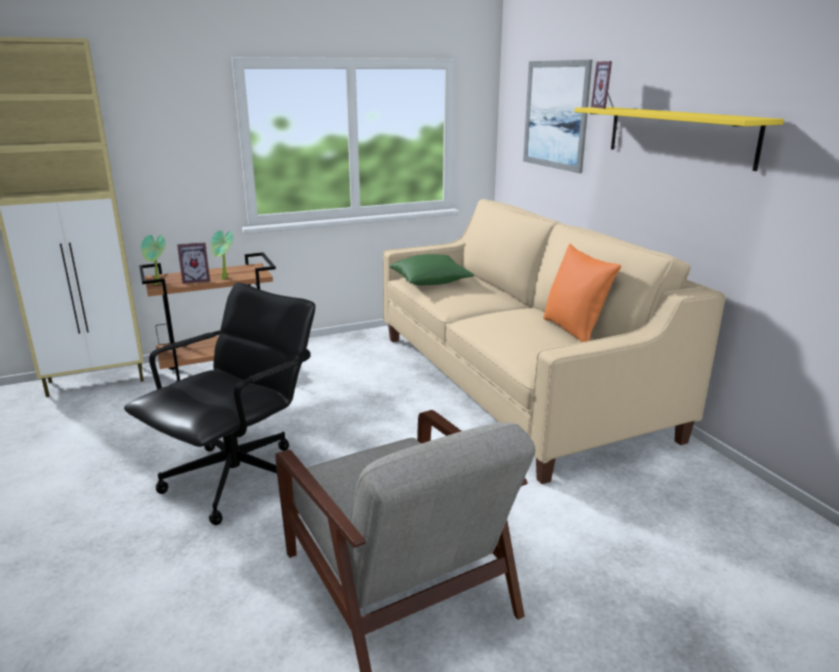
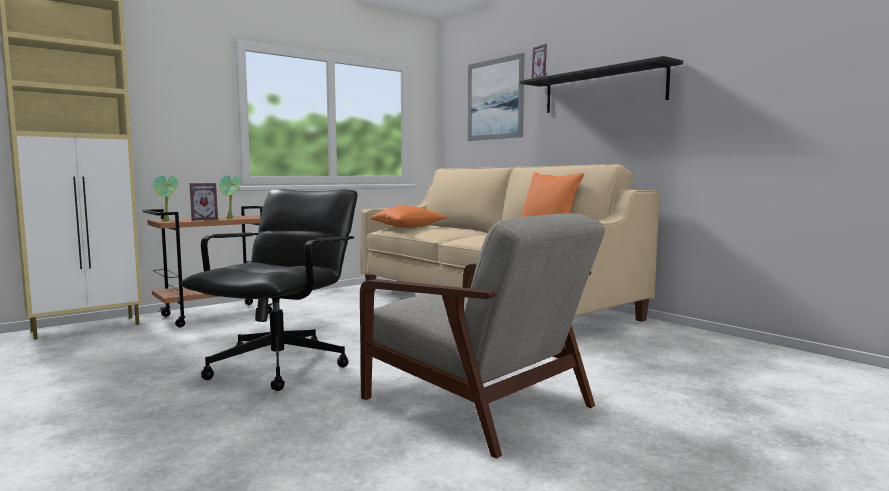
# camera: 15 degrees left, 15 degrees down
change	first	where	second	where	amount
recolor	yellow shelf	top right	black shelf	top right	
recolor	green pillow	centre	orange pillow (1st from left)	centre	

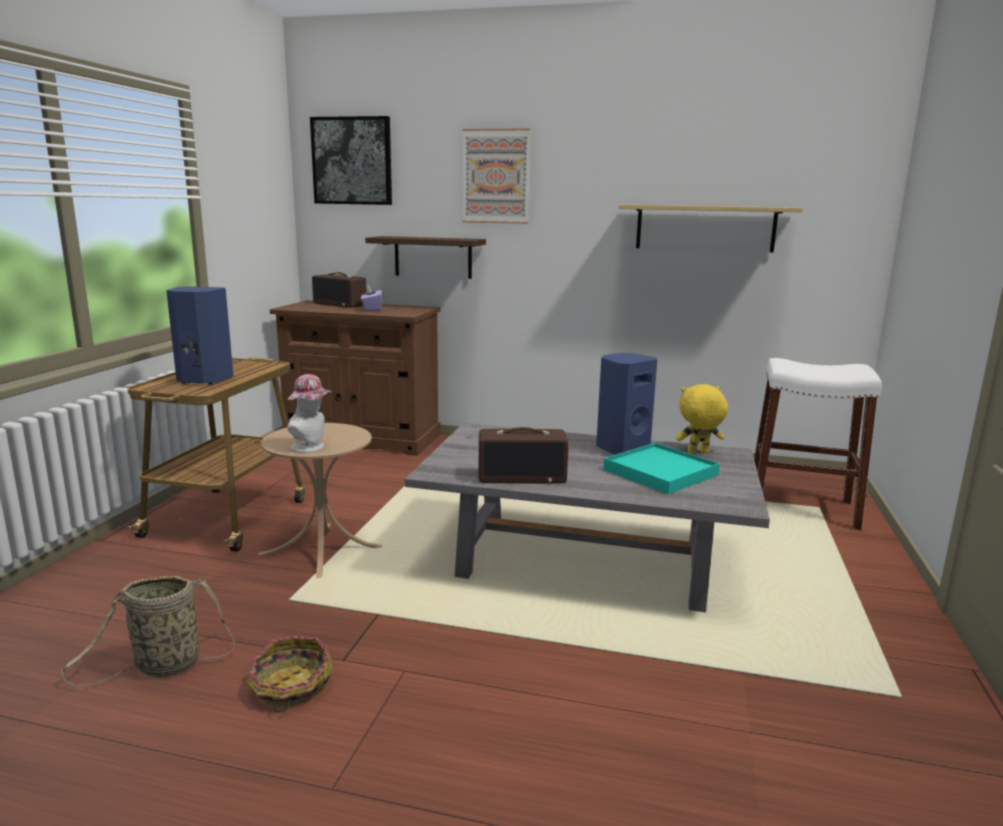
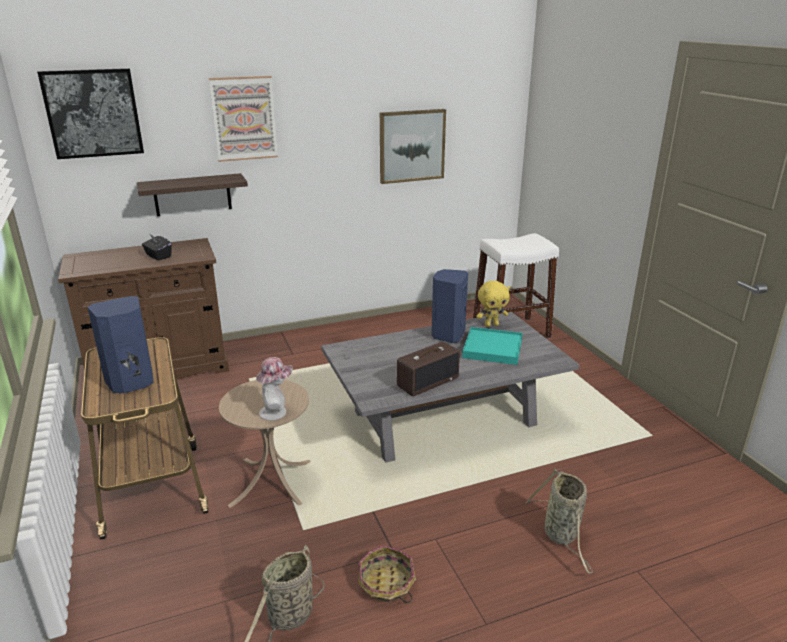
# camera: 35 degrees left, 10 degrees up
change	first	where	second	where	amount
replace	shelf (2nd from left)	top right	picture (3rd from left)	top centre	
delete	radio (1st from left)	centre			
recolor	purple tissue box	centre	black tissue box	middle left	
rotate	yellow plush toy	middle right		centre	150 degrees counterclockwise
insert			basket (3rd from left)	bottom right	

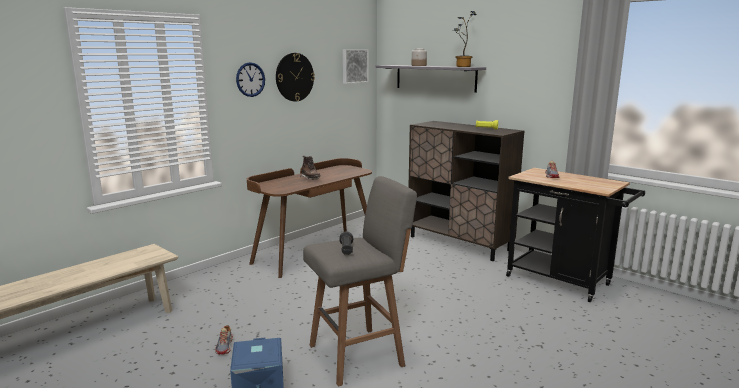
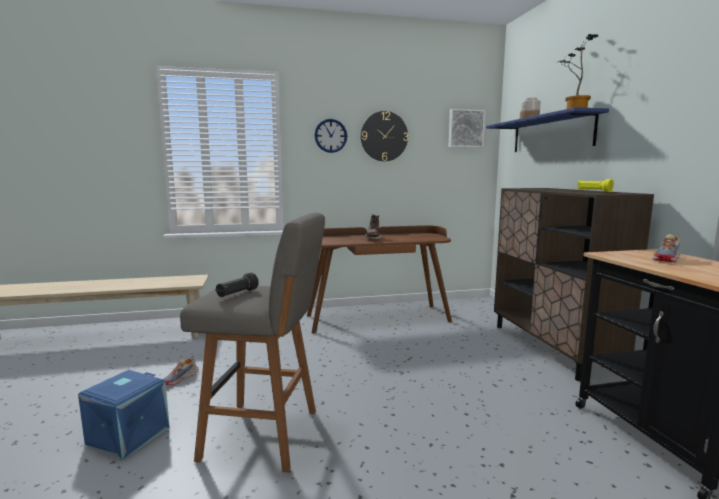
# camera: 35 degrees right, 5 degrees down
change	first	where	second	where	amount
recolor	grey shelf	top centre	blue shelf	top right	

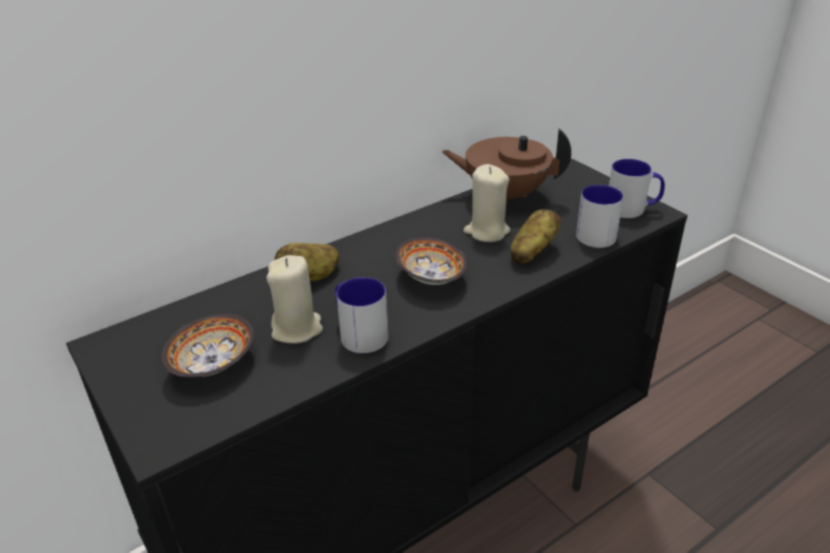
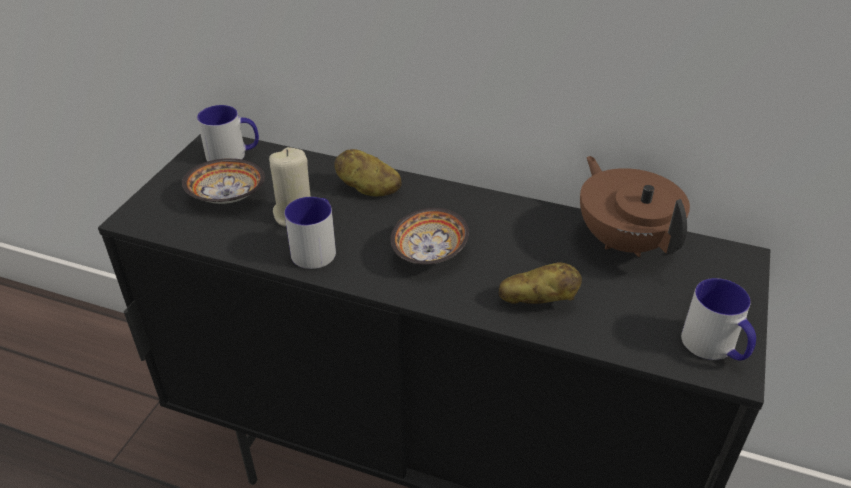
# camera: 55 degrees right, 5 degrees up
change	first	where	second	where	amount
delete	beige candle (2nd from left)	centre			
move	mug (2nd from left in the first image)	middle right	mug (1st from left)	top left	

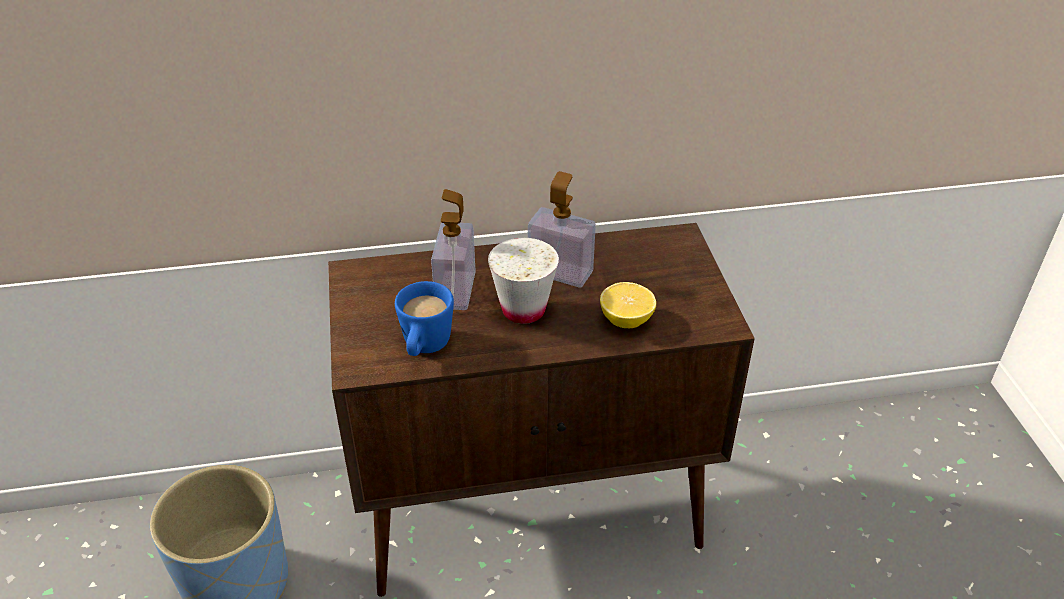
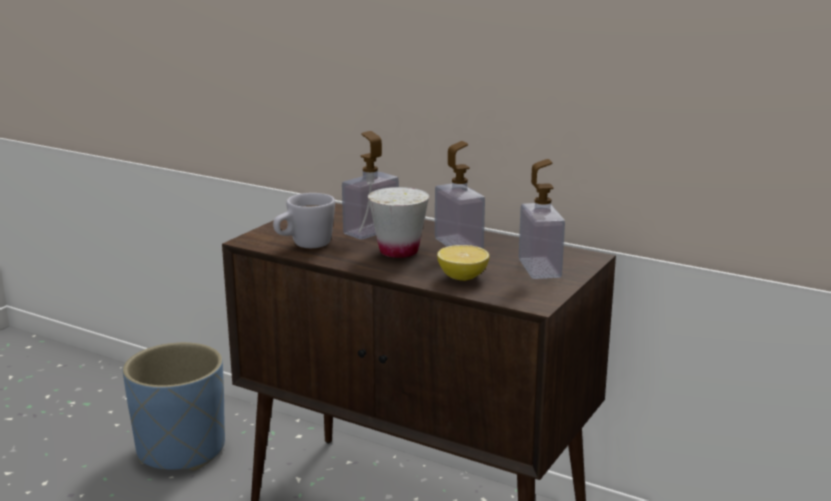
# camera: 40 degrees right, 20 degrees down
change	first	where	second	where	amount
recolor	blue mug	centre	white mug	centre	
insert			soap dispenser (3rd from left)	centre	

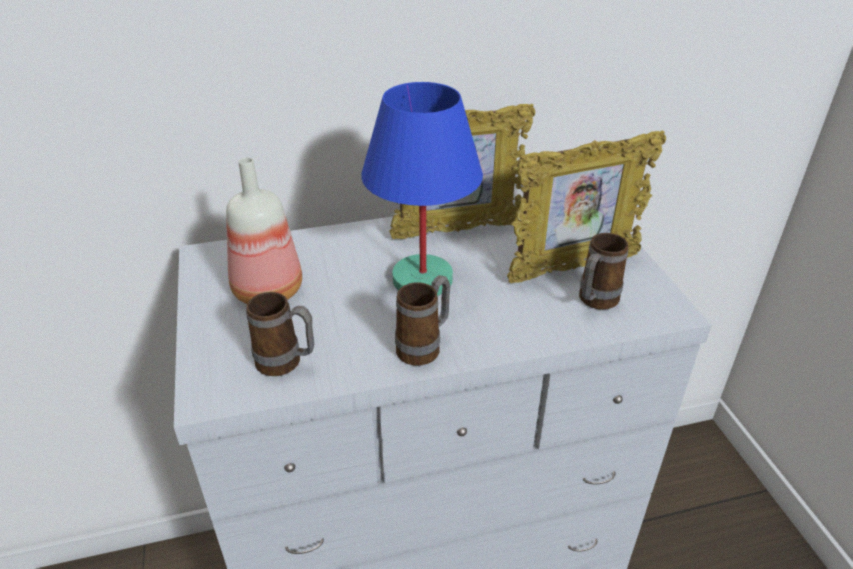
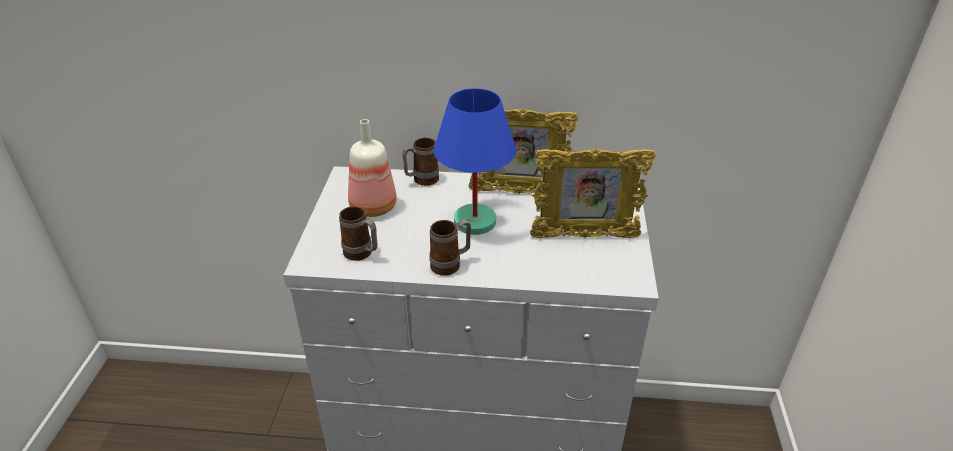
# camera: 20 degrees right, 0 degrees up
change	first	where	second	where	amount
move	mug (3rd from left in the first image)	middle right	mug (2nd from left)	centre	

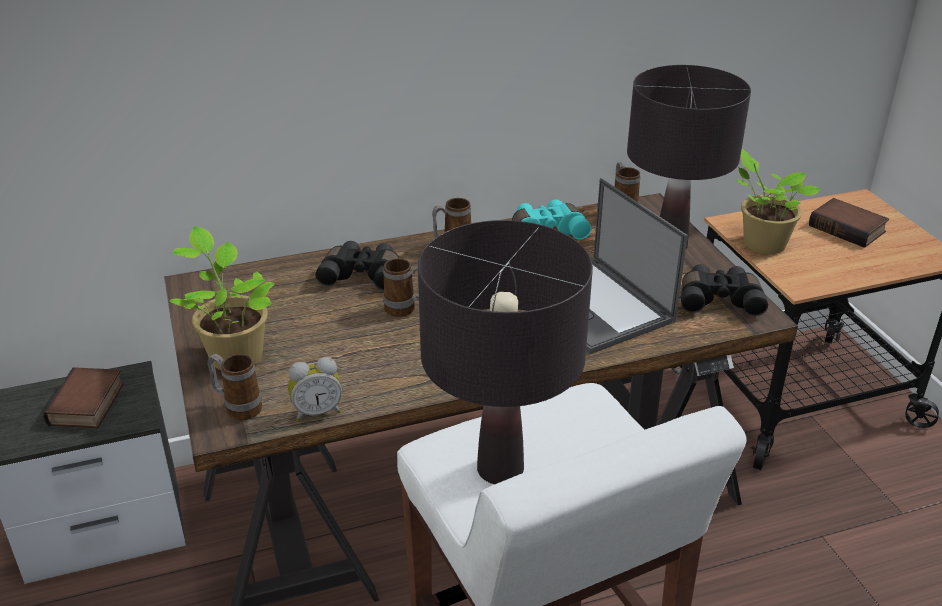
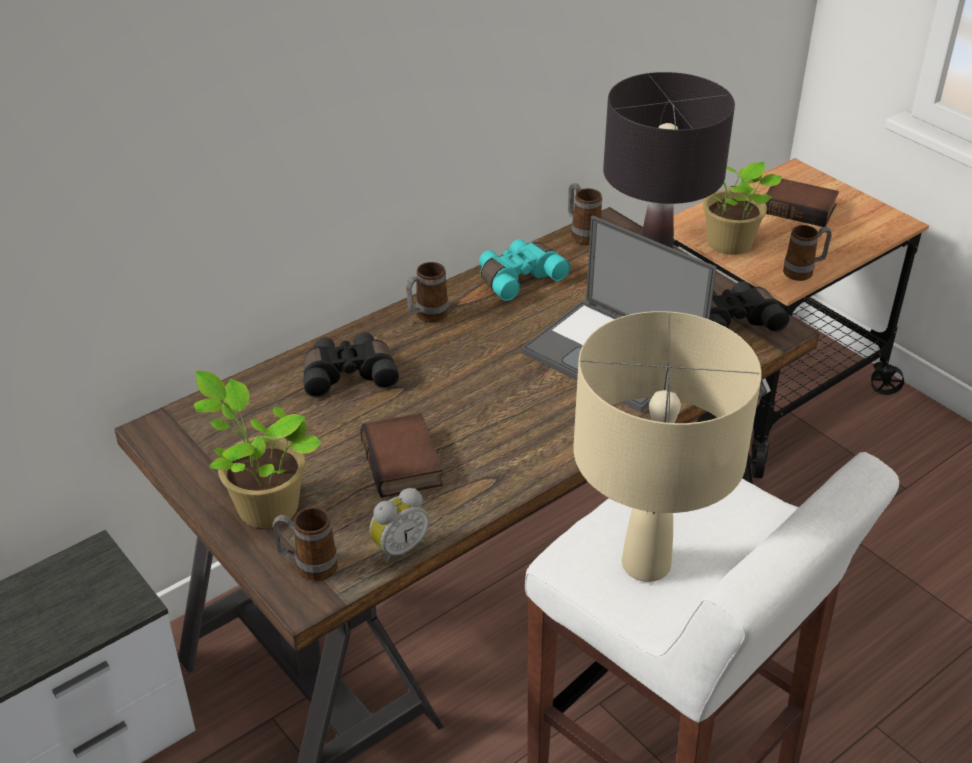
# camera: 20 degrees left, 5 degrees up
change	first	where	second	where	amount
recolor	black table lamp (1st from left)	centre	beige table lamp	middle right	
move	mug (2nd from left in the first image)	centre	mug (4th from left)	top right	
move	book (1st from left)	middle left		centre	

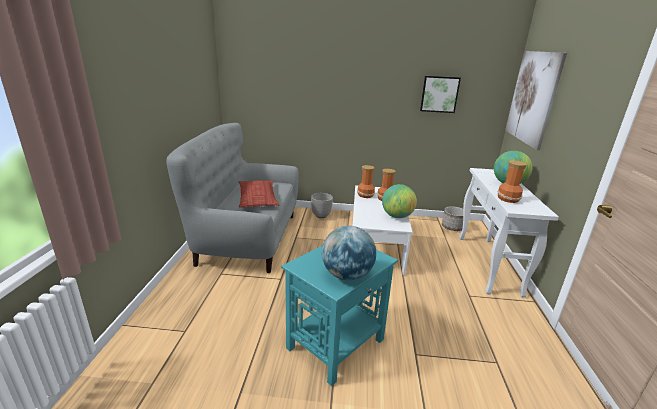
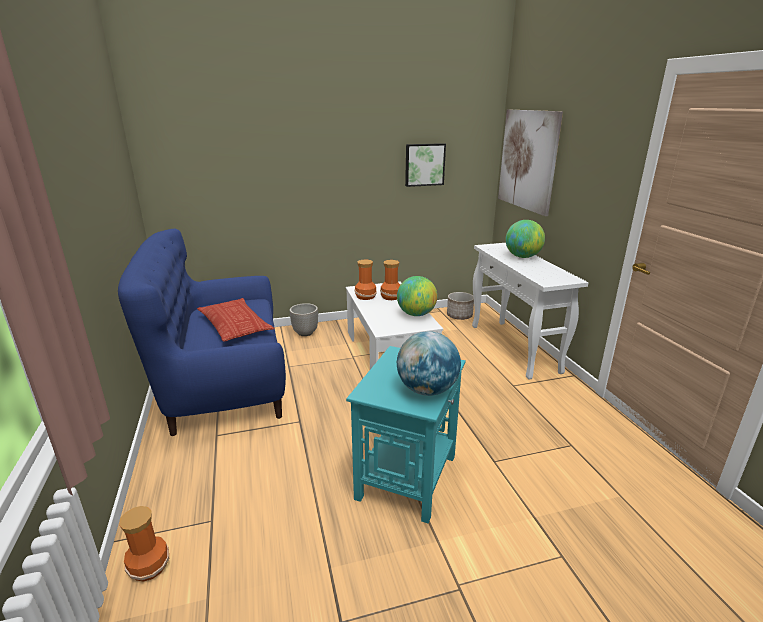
# camera: 20 degrees left, 0 degrees up
change	first	where	second	where	amount
recolor	grey sofa	centre	blue sofa	middle left	
move	vase (3rd from left in the first image)	middle right	vase (1st from left)	bottom left	

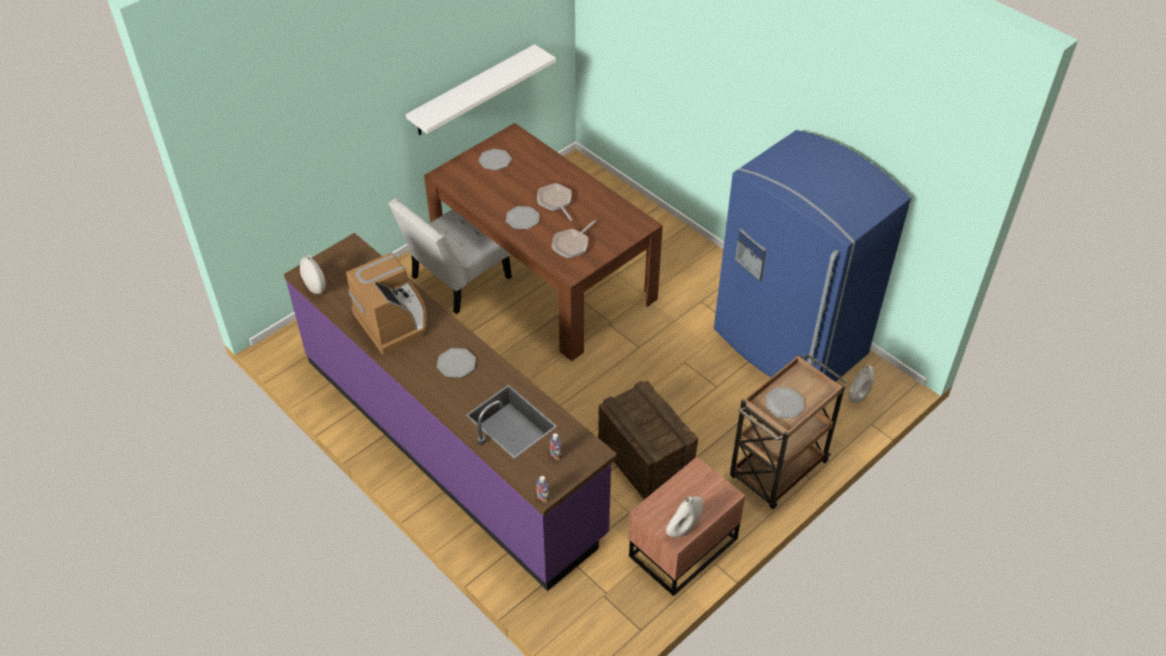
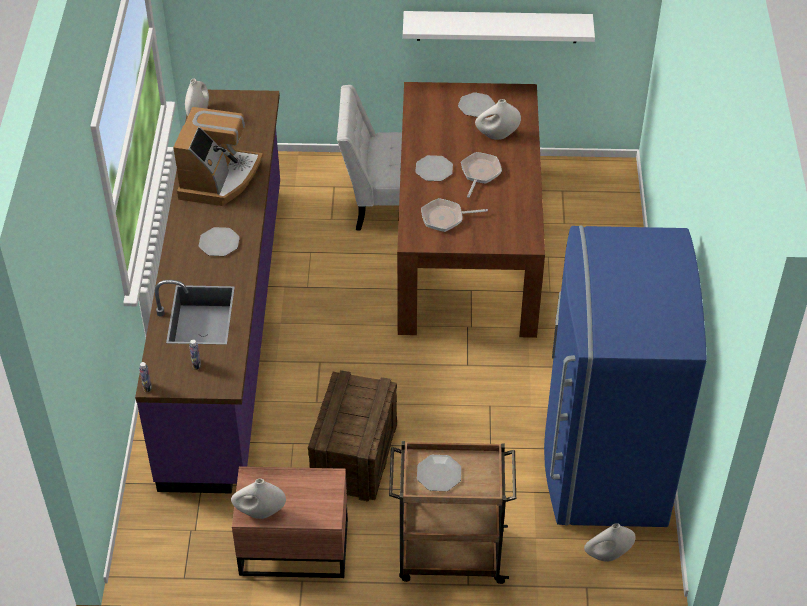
# camera: 45 degrees right, 0 degrees up
change	first	where	second	where	amount
insert			white vase (3rd from left)	top centre	

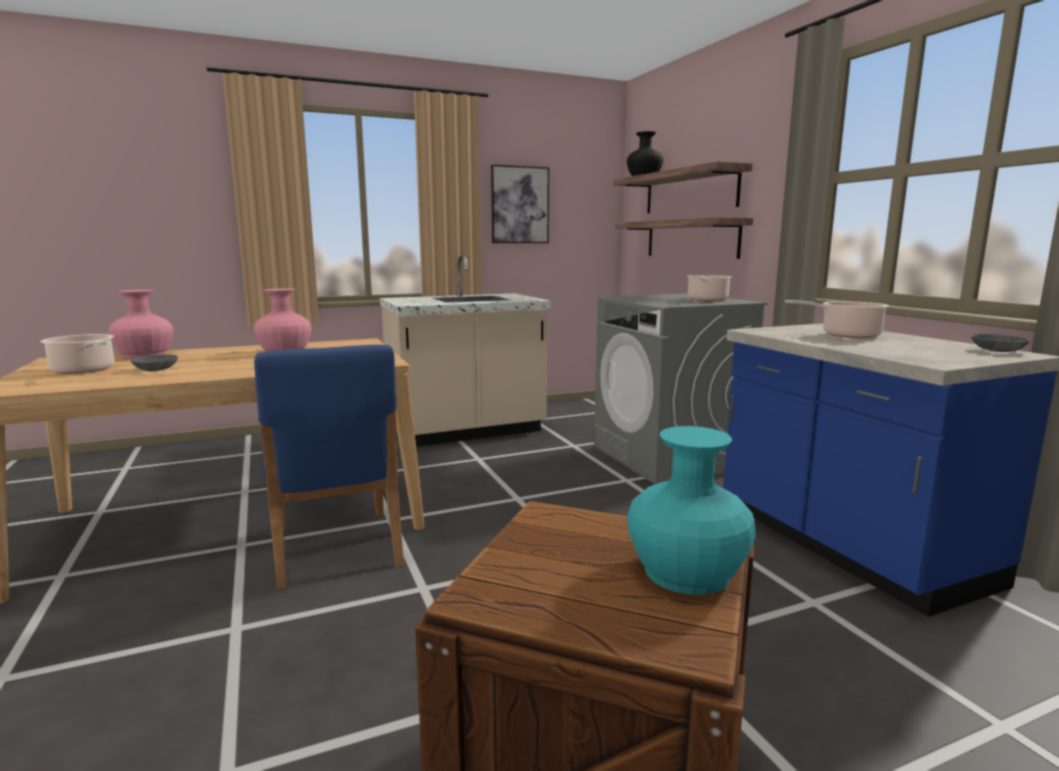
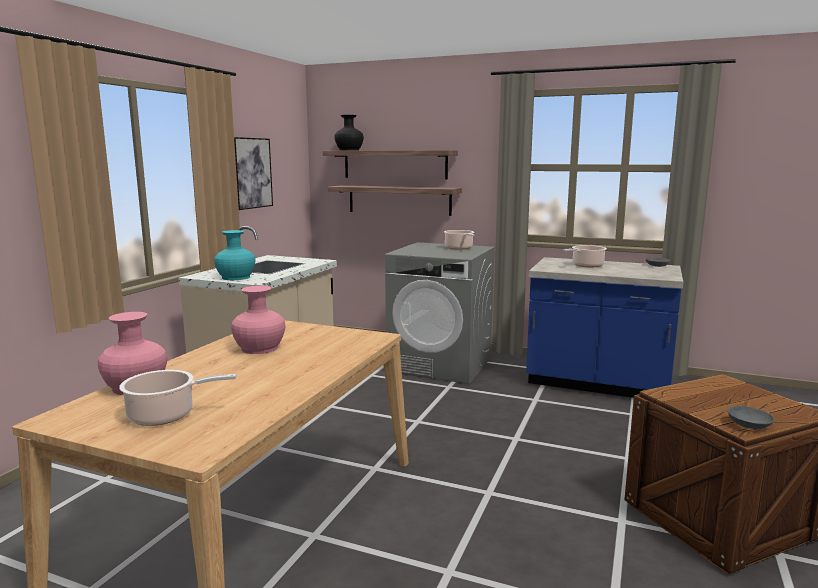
# camera: 45 degrees left, 0 degrees up
change	first	where	second	where	amount
delete	blue chair	middle left			
move	grey bowl (1st from left in the first image)	middle left	grey bowl (2nd from left)	bottom right	
move	turquoise vase	centre		middle left	

